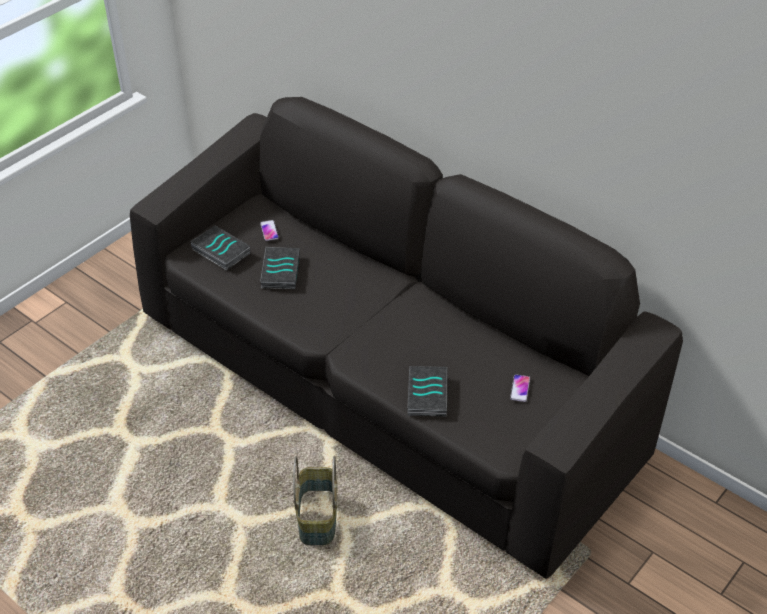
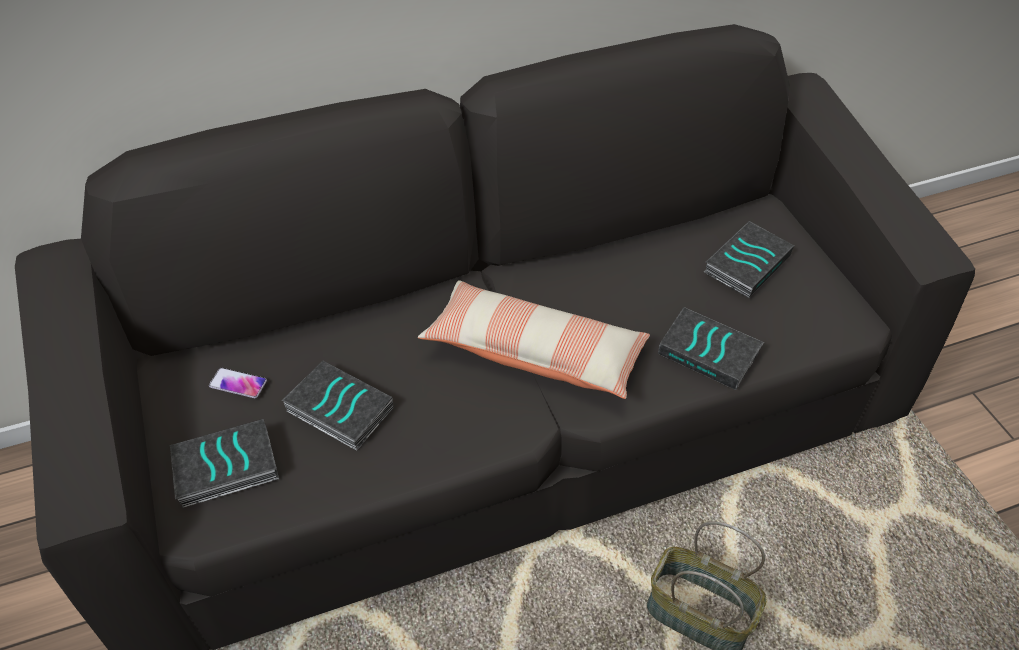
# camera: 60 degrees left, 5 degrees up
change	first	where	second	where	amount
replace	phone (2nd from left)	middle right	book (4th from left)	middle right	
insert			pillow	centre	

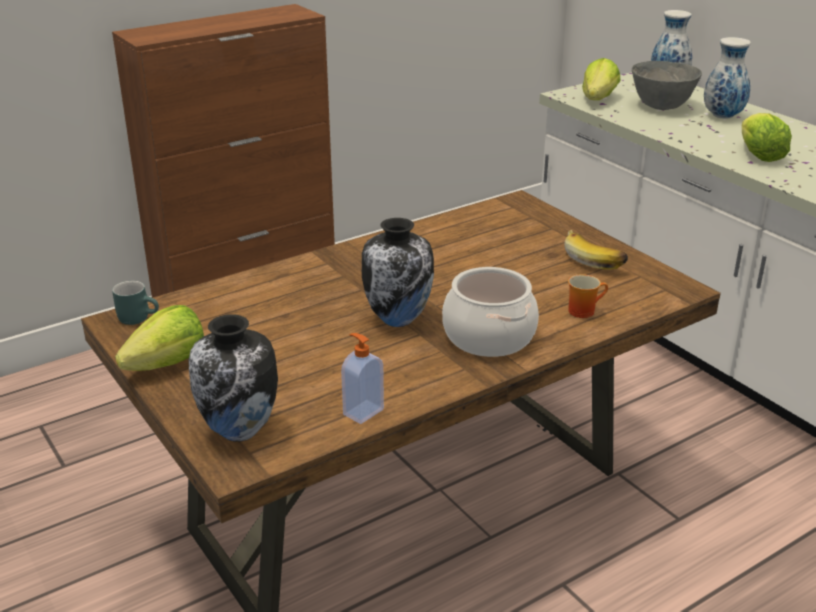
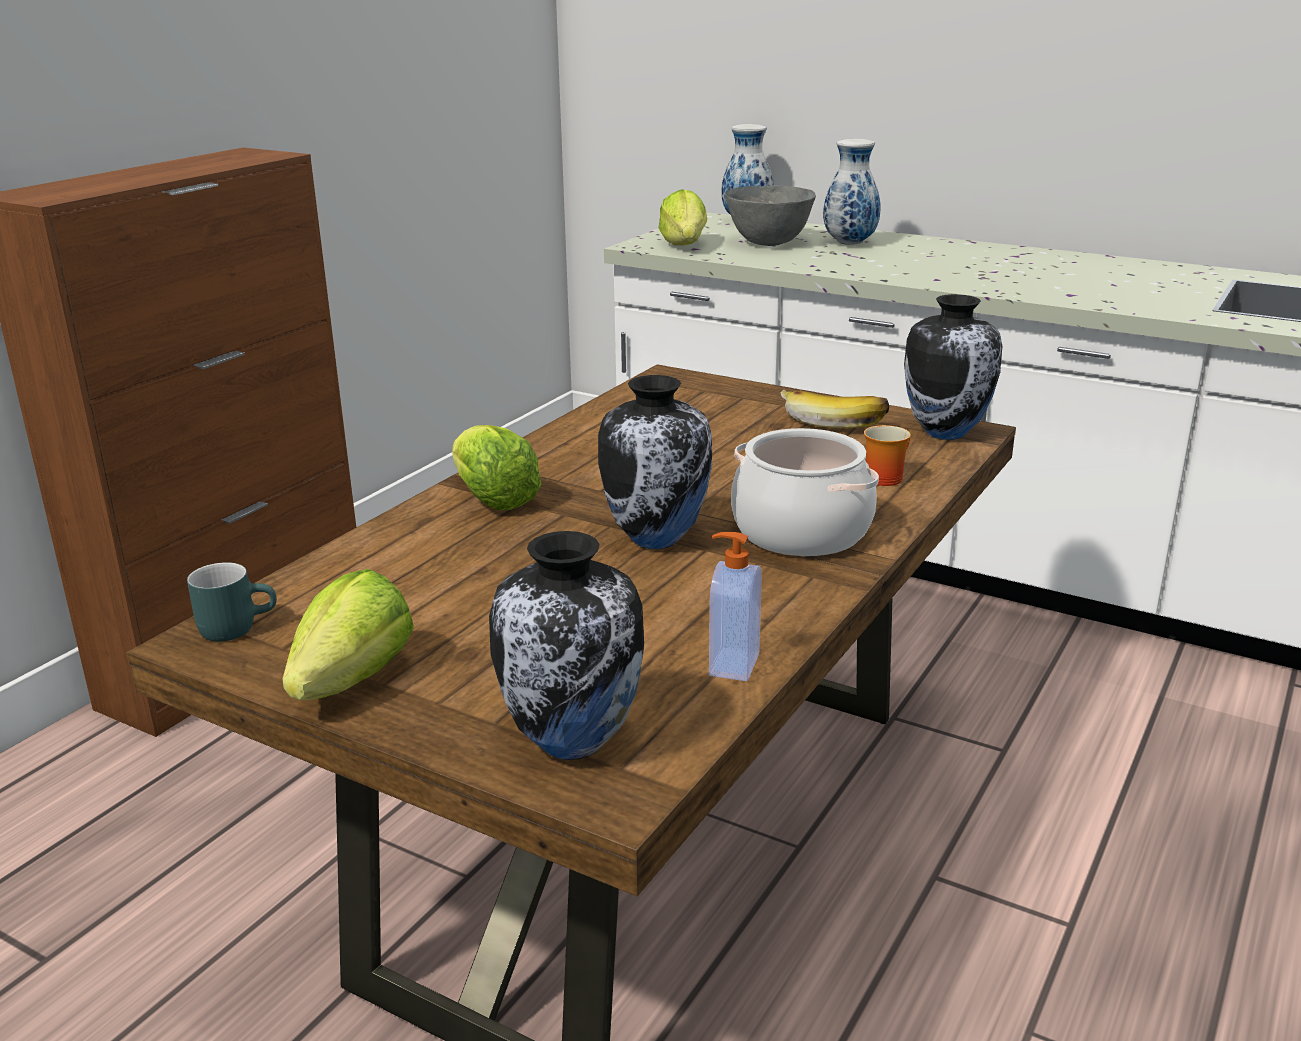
# camera: 25 degrees left, 5 degrees down
change	first	where	second	where	amount
move	lettuce (3rd from left in the first image)	top right	lettuce (2nd from left)	centre	
insert			vase (5th from left)	middle right	

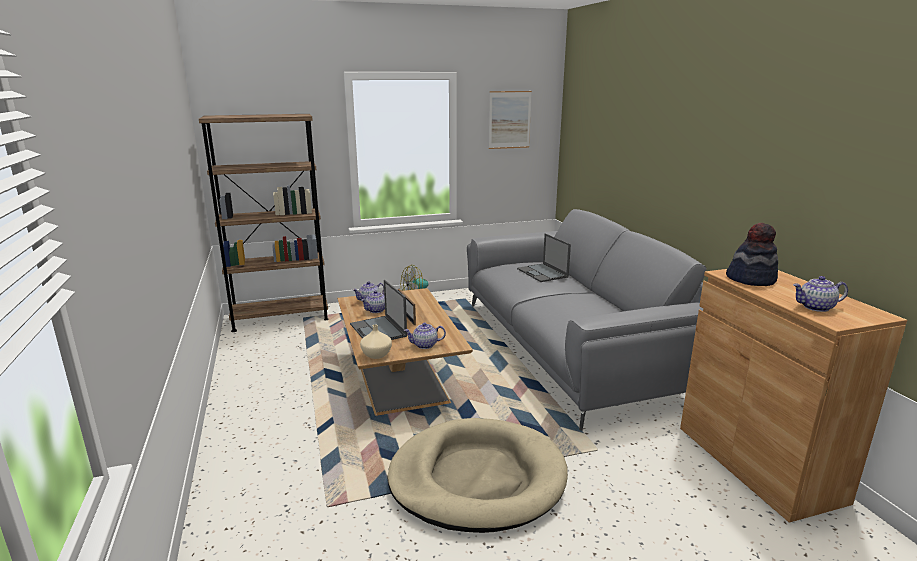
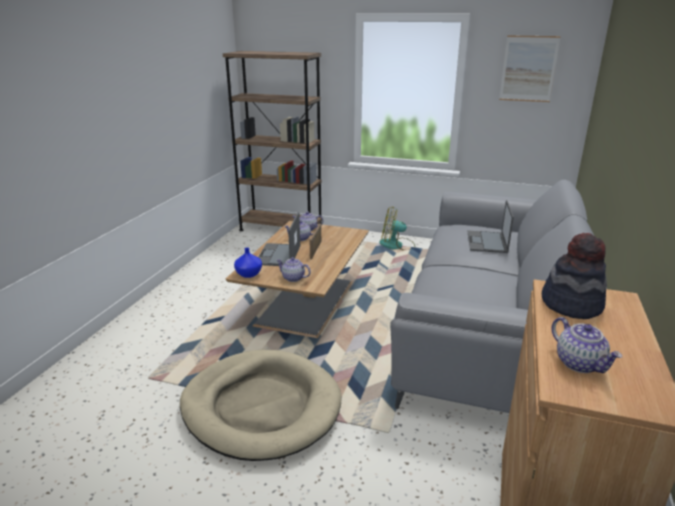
# camera: 35 degrees right, 5 degrees up
change	first	where	second	where	amount
rotate	teapot (4th from left)	middle right		bottom right	150 degrees counterclockwise
recolor	beige vase	centre	blue vase	centre	

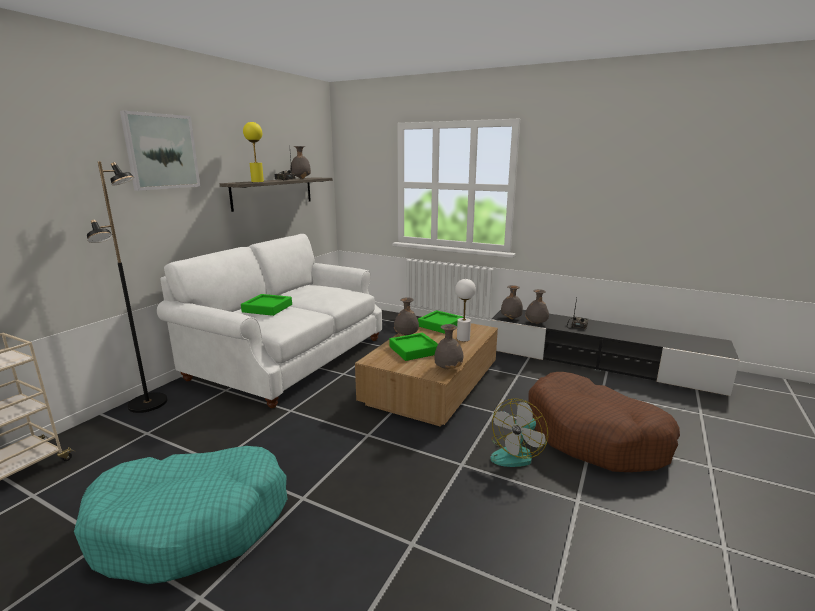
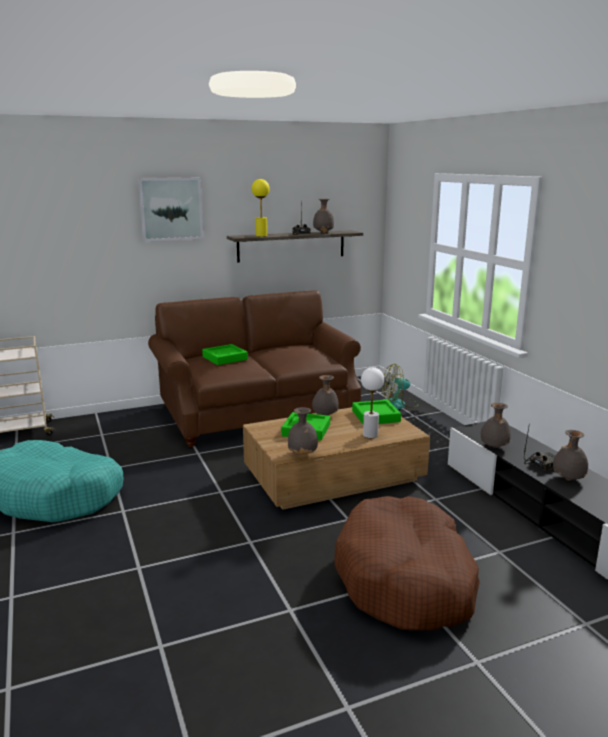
# camera: 40 degrees right, 0 degrees up
change	first	where	second	where	amount
delete	black floor lamp	middle left			
recolor	white sofa	middle left	brown sofa	centre	
move	grey vase (4th from left in the first image)	centre	grey vase (5th from left)	middle right	
move	fan	bottom centre		centre	

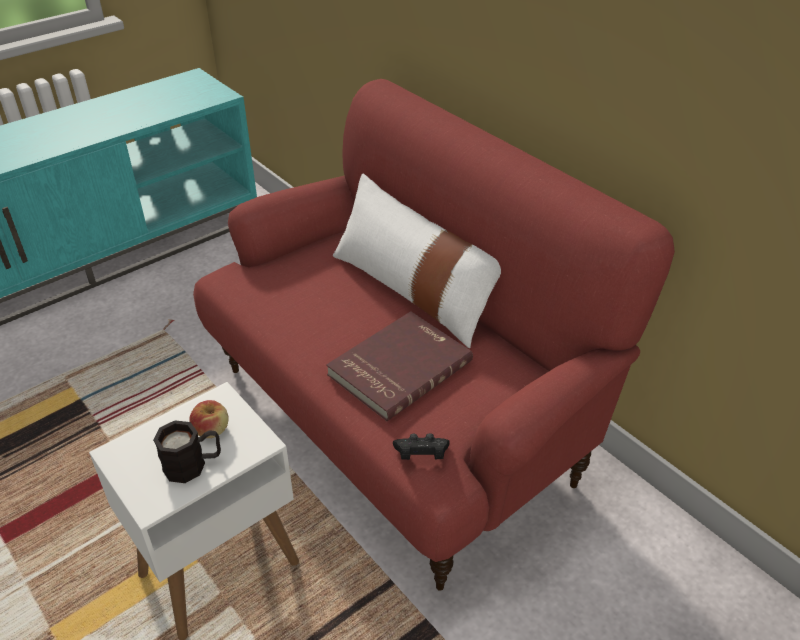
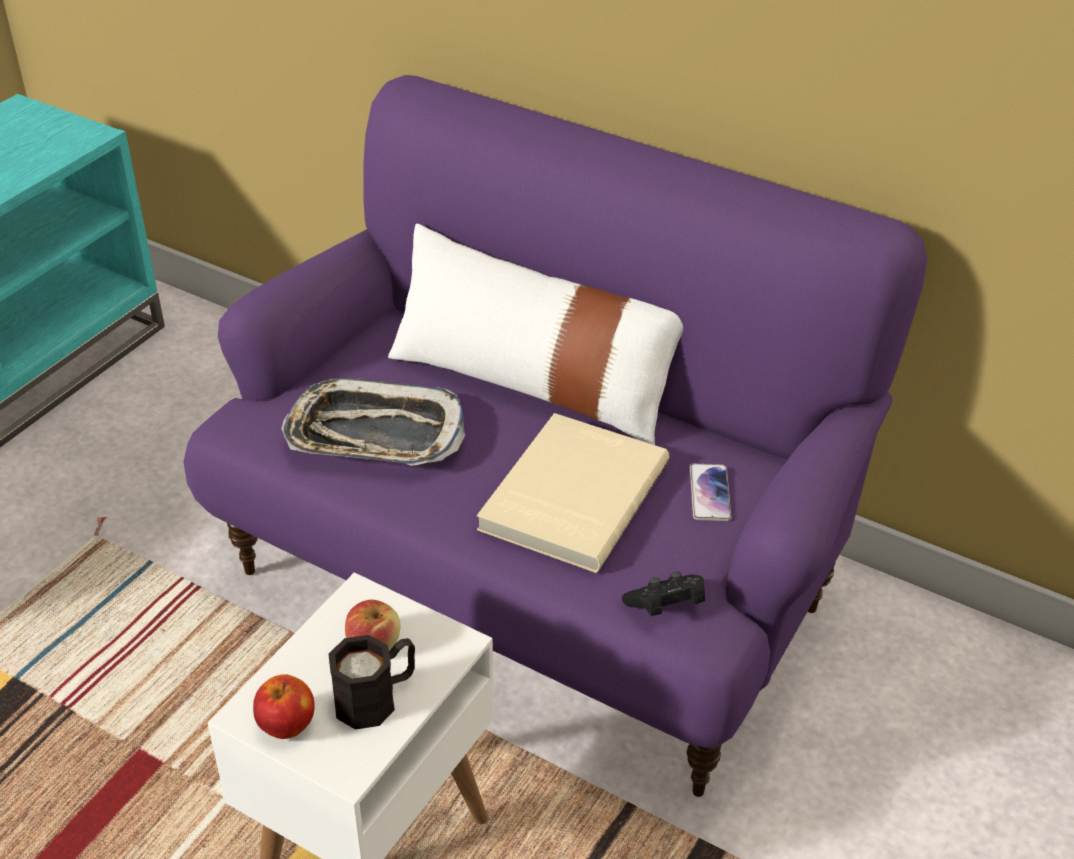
# camera: 20 degrees left, 0 degrees up
change	first	where	second	where	amount
recolor	red sofa	centre	purple sofa	centre	
recolor	red book	centre	beige book	centre	
insert			tray	centre	
insert			phone	centre	
insert			apple (1st from left)	bottom left	

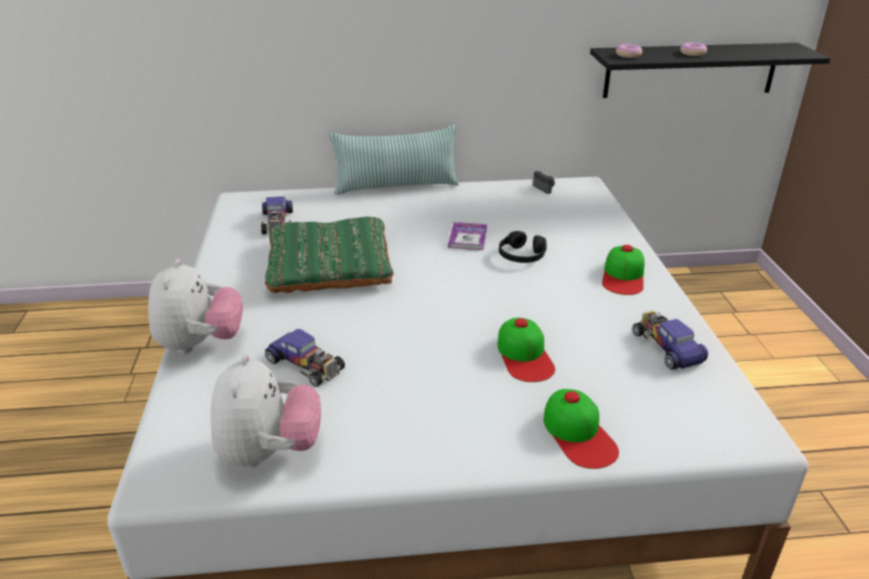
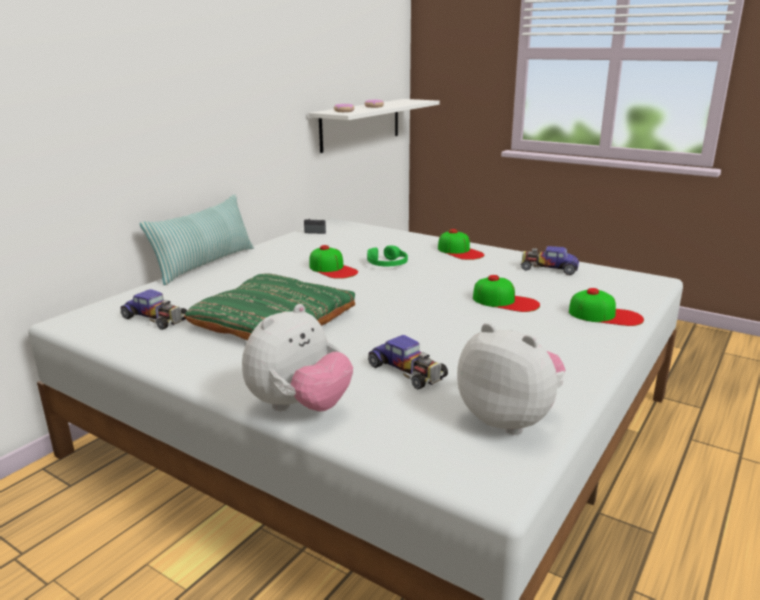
# camera: 50 degrees left, 10 degrees down
change	first	where	second	where	amount
recolor	black shelf	top right	white shelf	top centre	
replace	book	centre	cap (1st from left)	centre	
recolor	black headphones	centre	green headphones	centre	
rotate	plush toy (1st from left)	middle left		centre	90 degrees clockwise
rotate	toy car (2nd from left)	centre		centre	60 degrees clockwise

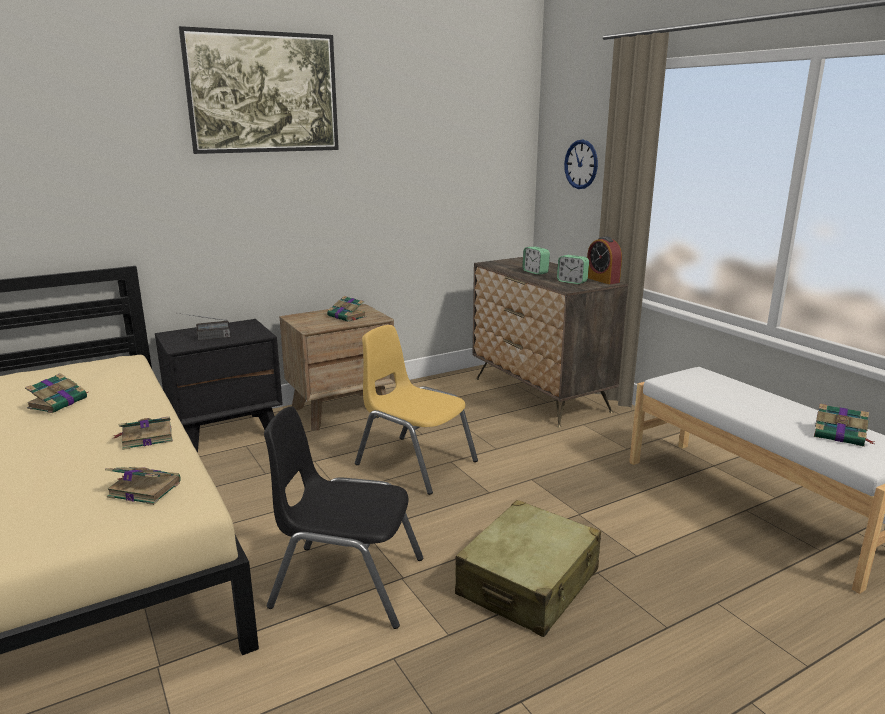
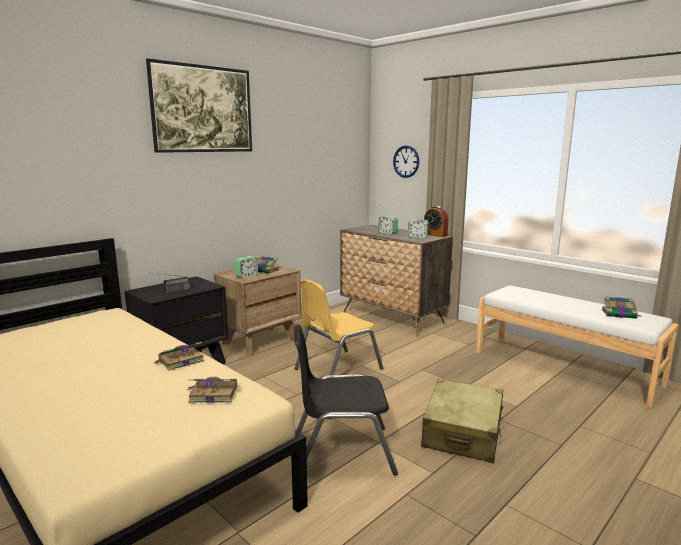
# camera: 15 degrees left, 5 degrees down
change	first	where	second	where	amount
rotate	yellow chair	centre		centre	60 degrees counterclockwise
delete	book (1st from left)	middle left			
insert			alarm clock (1st from left)	centre	

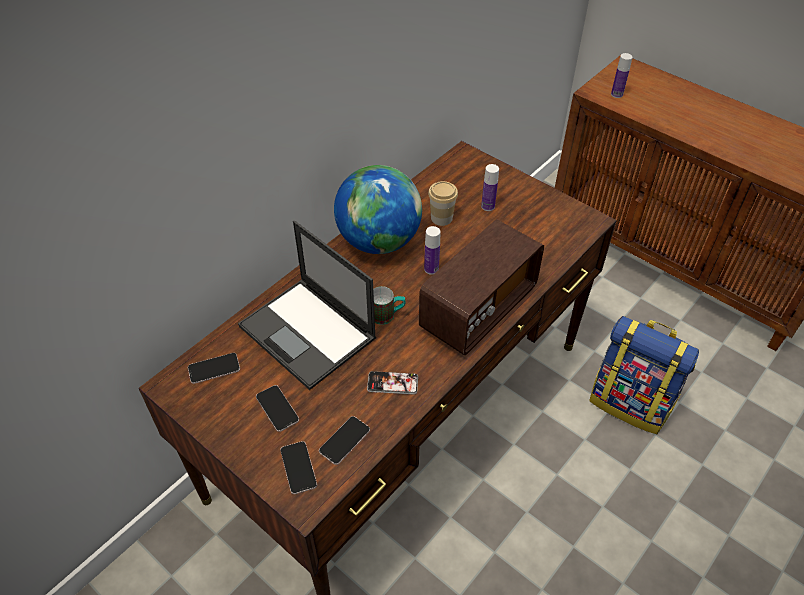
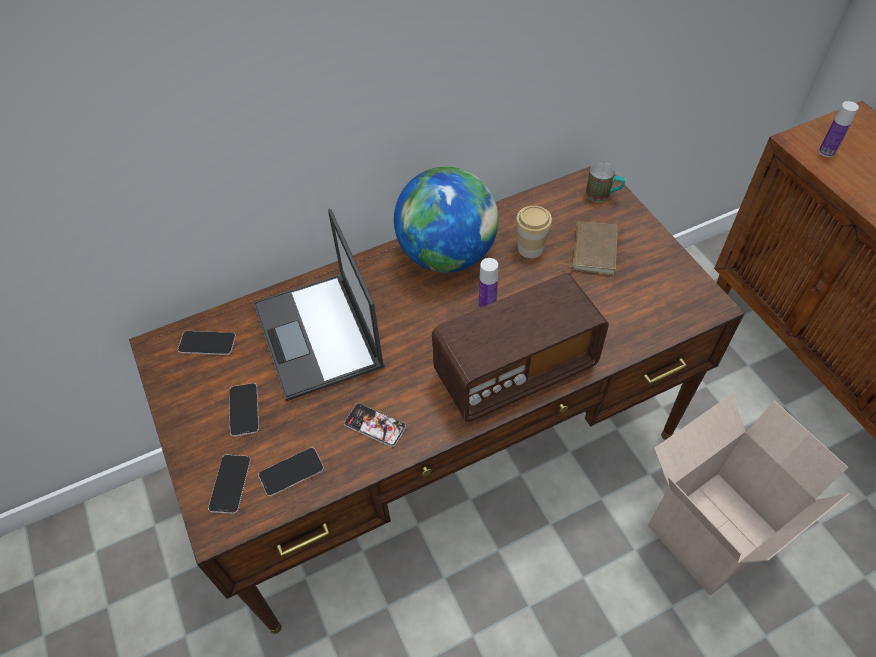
# camera: 25 degrees right, 5 degrees up
change	first	where	second	where	amount
replace	bottle (2nd from left)	top centre	brown book	middle right	
move	mug	centre		top right	
replace	backpack	middle right	cardboard box	bottom right	

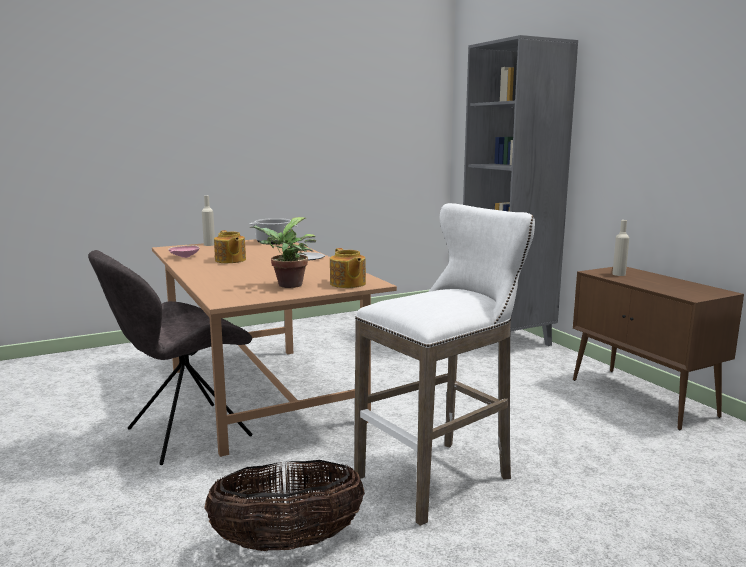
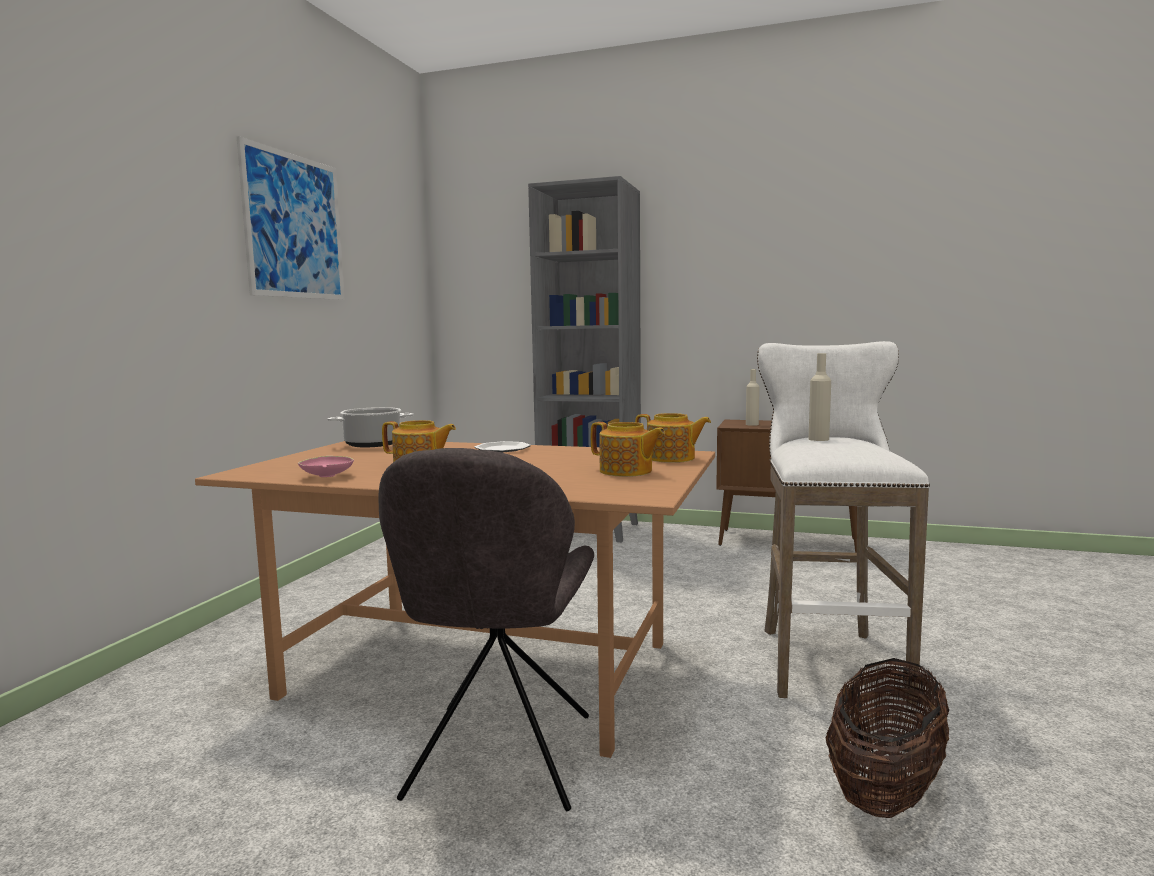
# camera: 45 degrees left, 5 degrees down
change	first	where	second	where	amount
move	beige bottle (1st from left in the first image)	middle left	beige bottle (2nd from left)	middle right	
replace	potted plant	centre	teapot (2nd from left)	centre	
insert			picture	top left	

